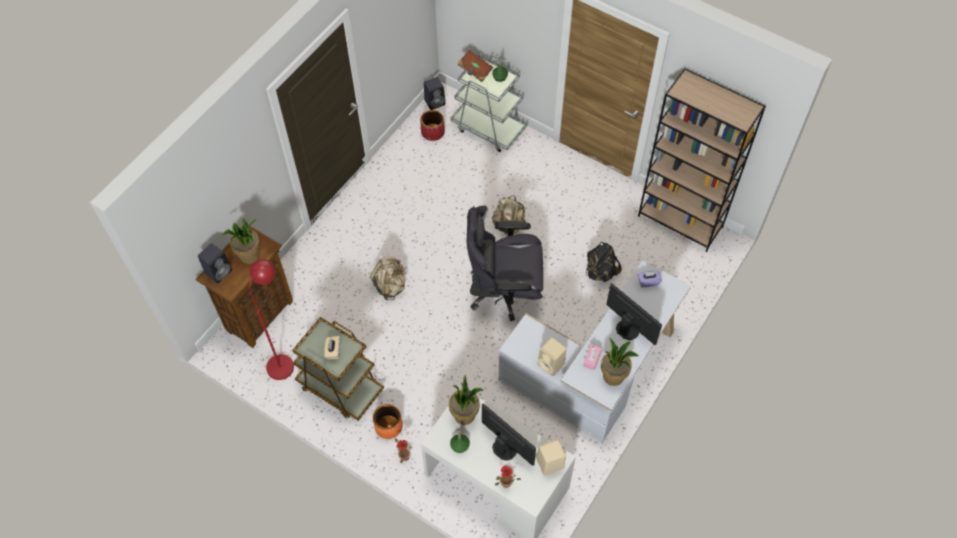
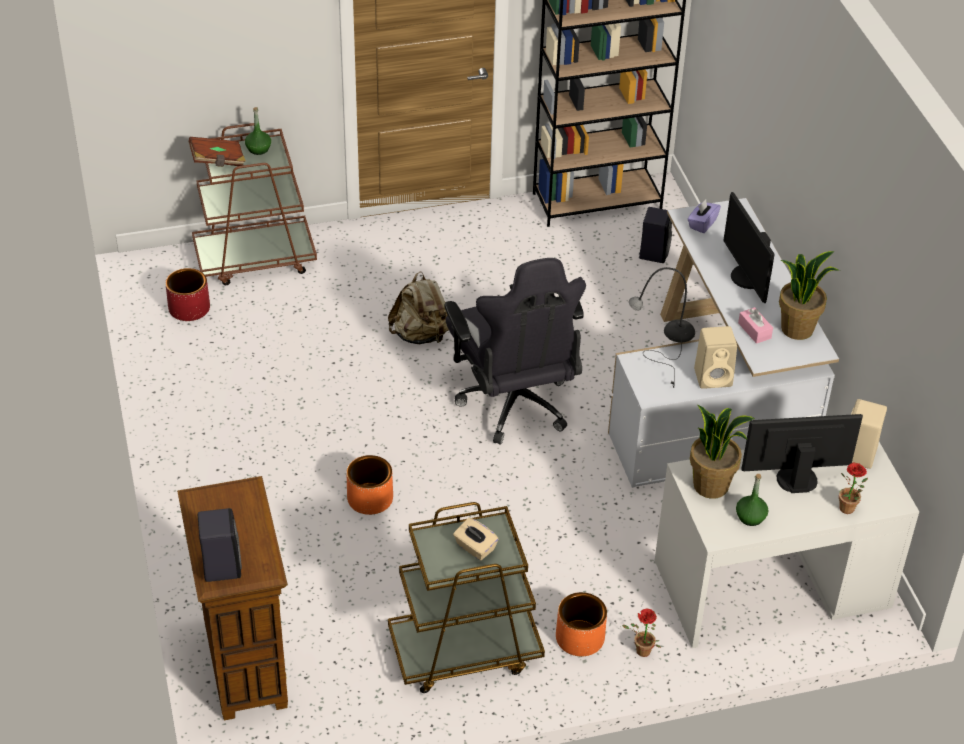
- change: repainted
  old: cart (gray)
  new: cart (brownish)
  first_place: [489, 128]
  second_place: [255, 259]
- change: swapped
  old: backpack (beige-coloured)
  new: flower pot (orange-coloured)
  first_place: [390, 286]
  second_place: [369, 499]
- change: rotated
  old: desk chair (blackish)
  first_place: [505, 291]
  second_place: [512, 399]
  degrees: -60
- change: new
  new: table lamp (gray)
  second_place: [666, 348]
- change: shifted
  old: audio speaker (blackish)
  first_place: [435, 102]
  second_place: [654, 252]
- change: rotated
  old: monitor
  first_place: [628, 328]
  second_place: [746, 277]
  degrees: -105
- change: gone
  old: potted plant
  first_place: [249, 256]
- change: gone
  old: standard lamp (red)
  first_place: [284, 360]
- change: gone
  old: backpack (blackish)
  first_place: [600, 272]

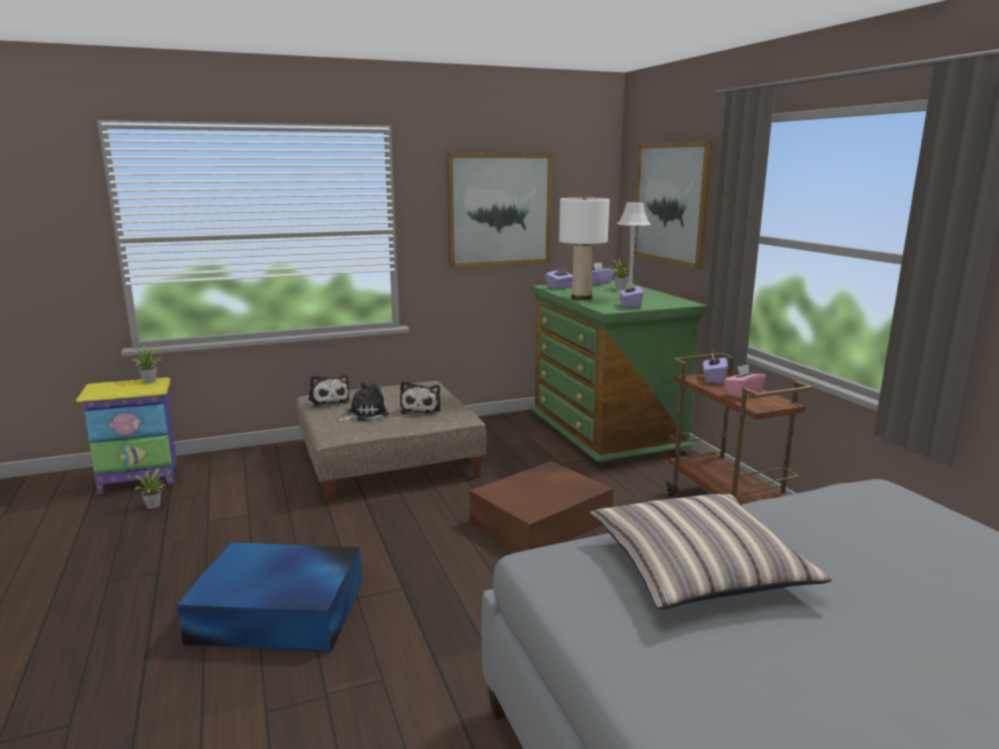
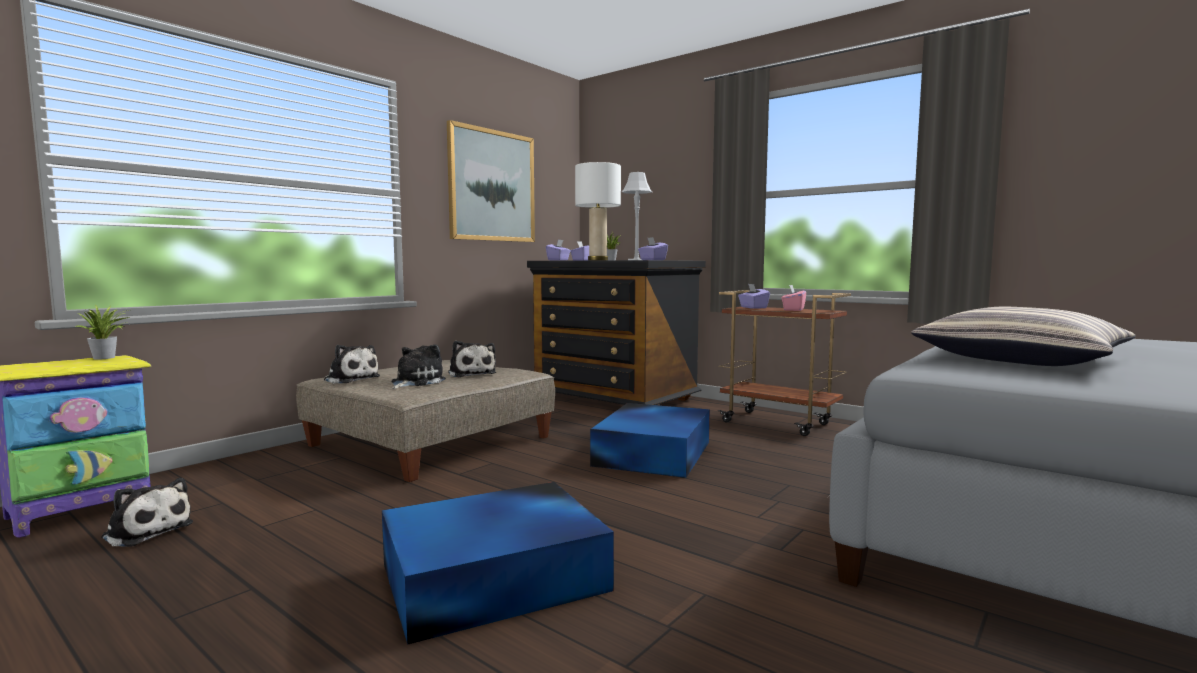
- change: swapped
  old: potted plant
  new: plush toy
  first_place: [153, 506]
  second_place: [146, 530]
- change: repainted
  old: chest of drawers (green)
  new: chest of drawers (blackish)
  first_place: [607, 435]
  second_place: [615, 397]
- change: repainted
  old: storage container (brownish)
  new: storage container (blue-coloured)
  first_place: [542, 520]
  second_place: [654, 453]
- change: gone
  old: picture
  first_place: [671, 203]

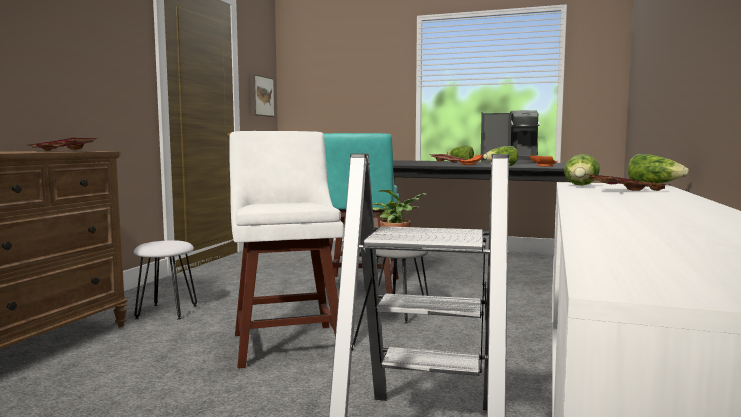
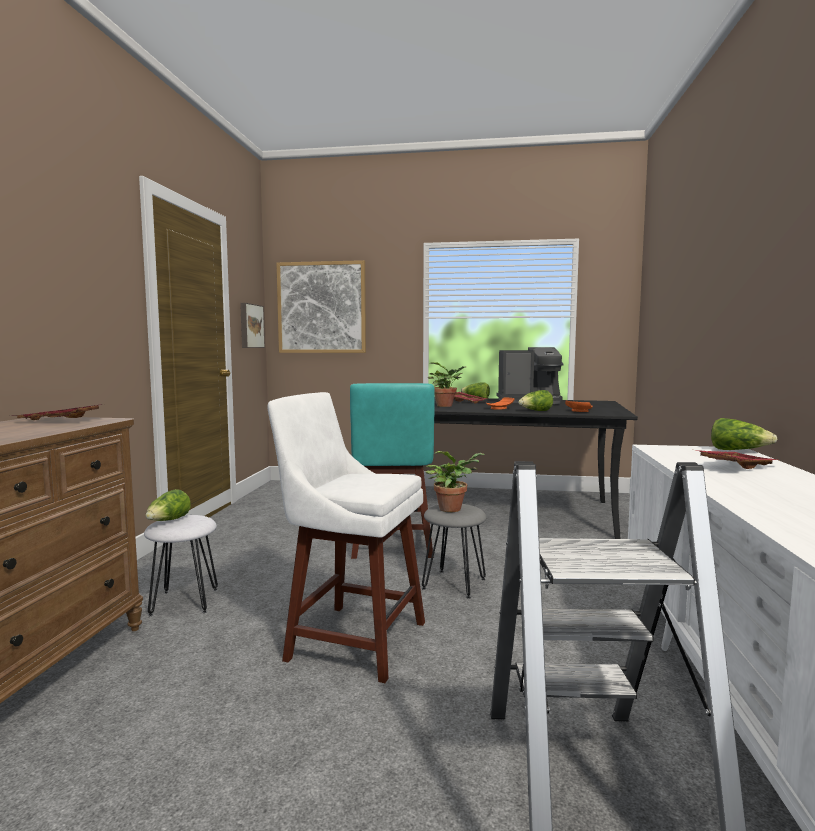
- change: shifted
  old: head of lettuce
  first_place: [581, 186]
  second_place: [168, 521]
- change: rotated
  old: chair (white-coloured)
  first_place: [287, 342]
  second_place: [351, 638]
  degrees: -45
- change: new
  new: picture
  second_place: [321, 307]
- change: new
  new: potted plant
  second_place: [446, 406]

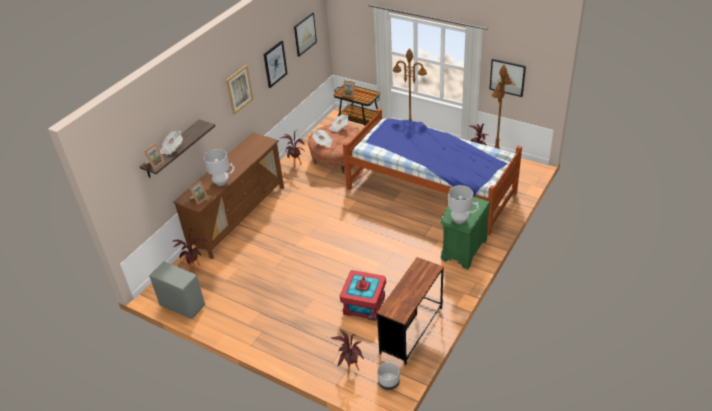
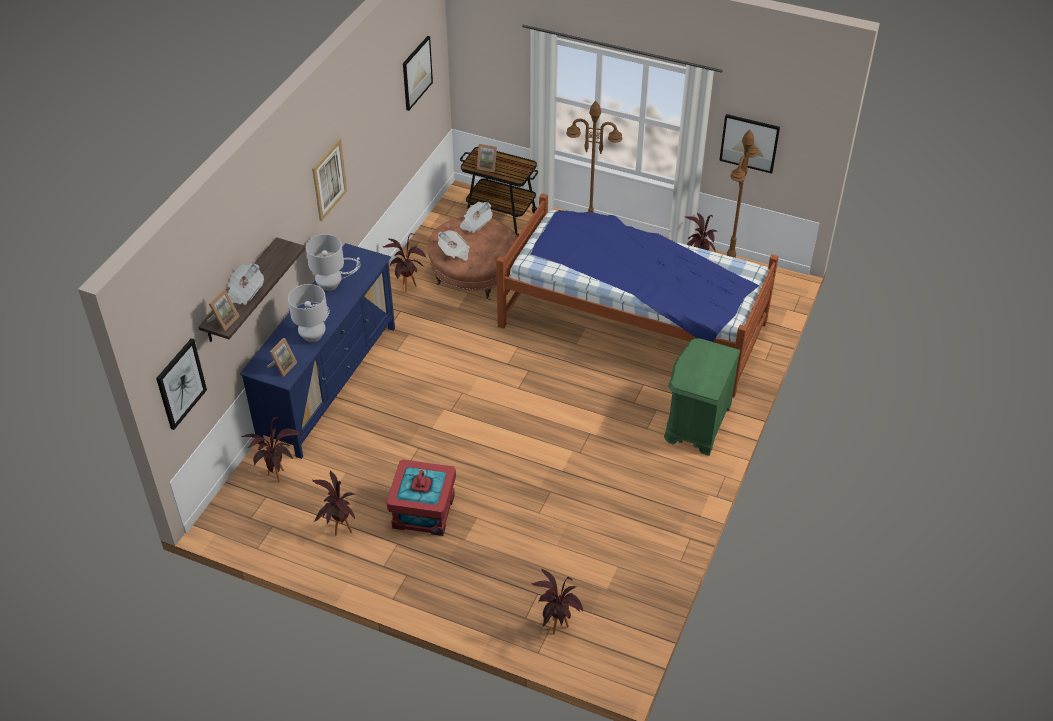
- change: shifted
  old: picture
  first_place: [275, 64]
  second_place: [180, 383]
- change: repainted
  old: chest of drawers (brownish)
  new: chest of drawers (blue-coloured)
  first_place: [238, 217]
  second_place: [329, 384]
- change: shifted
  old: table lamp (gray)
  first_place: [463, 215]
  second_place: [336, 277]
- change: new
  new: potted plant
  second_place: [339, 533]
- change: shifted
  old: storage container (red)
  first_place: [364, 305]
  second_place: [424, 511]
- change: gone
  old: bedside table (gray)
  first_place: [183, 306]
- change: gone
  old: desk (brownish)
  first_place: [411, 330]
- change: gone
  old: flower pot (gray)
  first_place: [388, 383]

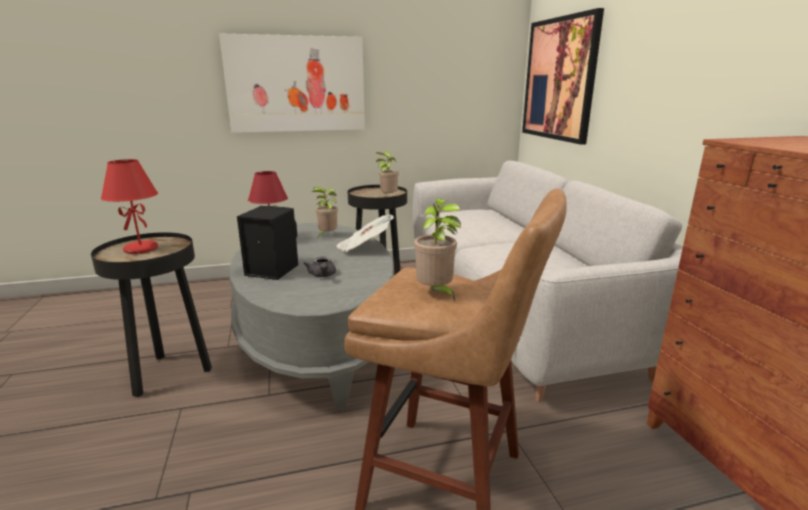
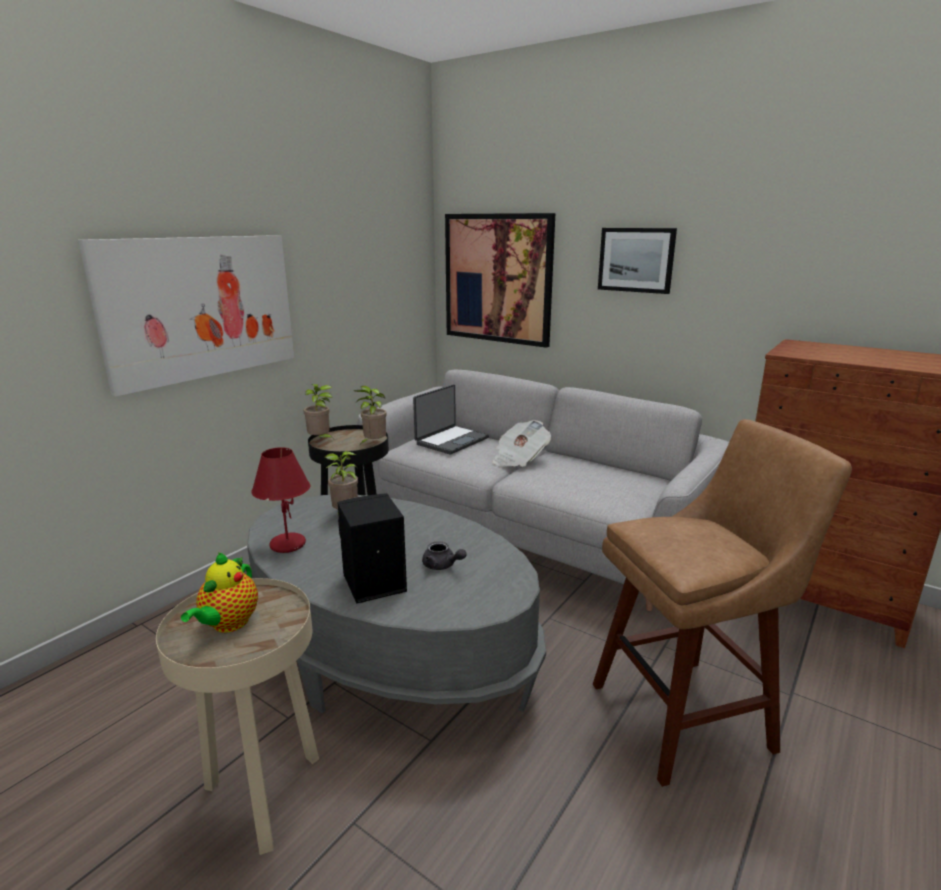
- change: repainted
  old: accent table (blackish)
  new: accent table (beige-coloured)
  first_place: [170, 374]
  second_place: [265, 796]
- change: swapped
  old: table lamp (red)
  new: pot for tea
  first_place: [141, 249]
  second_place: [228, 624]
- change: shifted
  old: potted plant
  first_place: [436, 294]
  second_place: [320, 440]
- change: new
  new: notebook computer
  second_place: [451, 441]
- change: shifted
  old: printed paper
  first_place: [364, 248]
  second_place: [519, 459]
- change: new
  new: picture
  second_place: [636, 260]

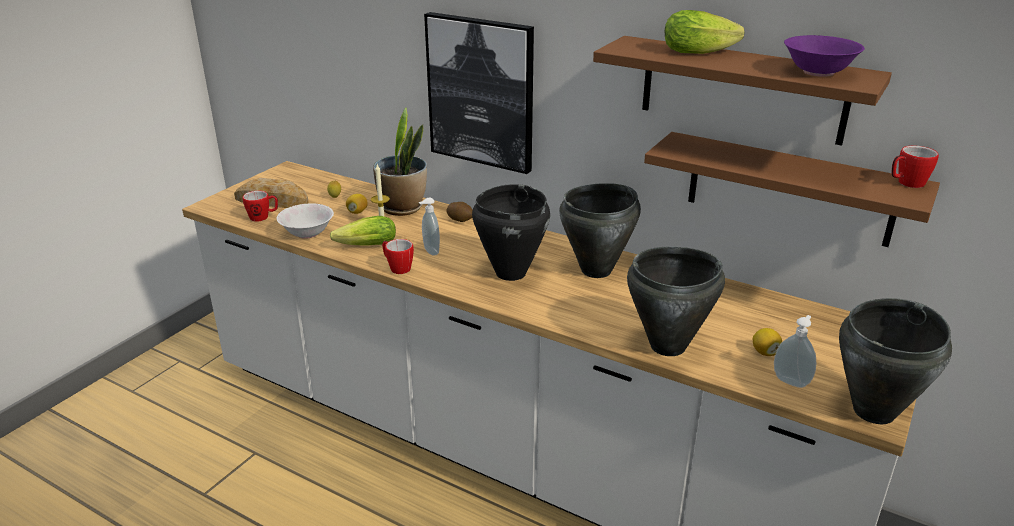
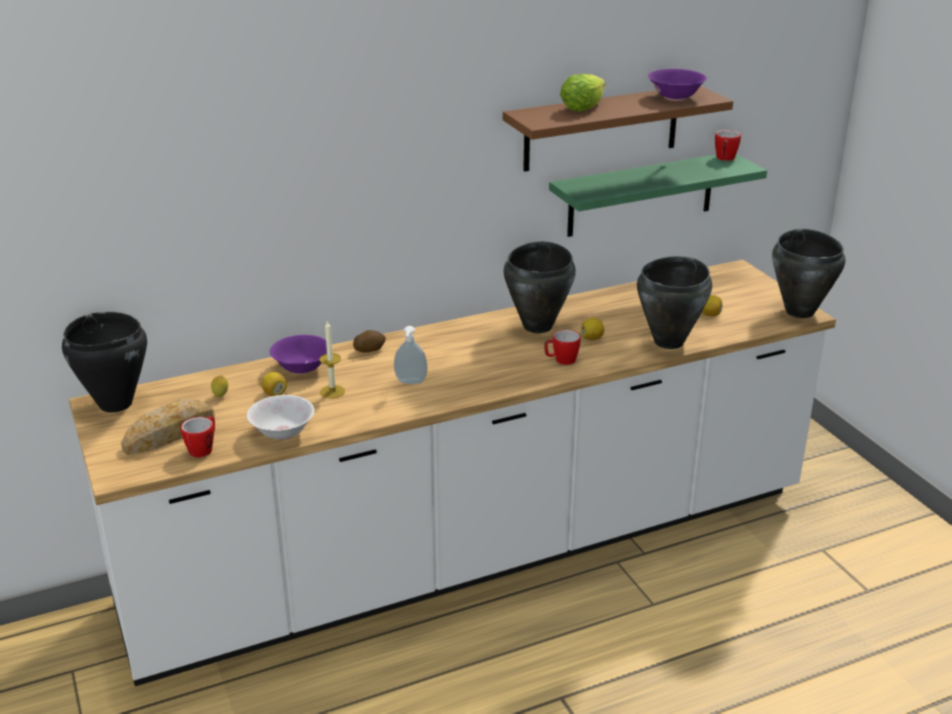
- change: shifted
  old: cooking pot (blackish)
  first_place: [510, 273]
  second_place: [115, 404]
- change: swapped
  old: potted plant
  new: deep dish (purple)
  first_place: [402, 207]
  second_place: [301, 368]
- change: shifted
  old: mug
  first_place: [397, 268]
  second_place: [561, 361]
- change: repainted
  old: wall shelf (brownish)
  new: wall shelf (green)
  first_place: [789, 189]
  second_place: [641, 194]
- change: new
  new: whole lemon
  second_place: [592, 338]
- change: gone
  old: head of lettuce
  first_place: [364, 246]
- change: gone
  old: picture
  first_place: [481, 92]
- change: gone
  old: soap dispenser
  first_place: [791, 381]

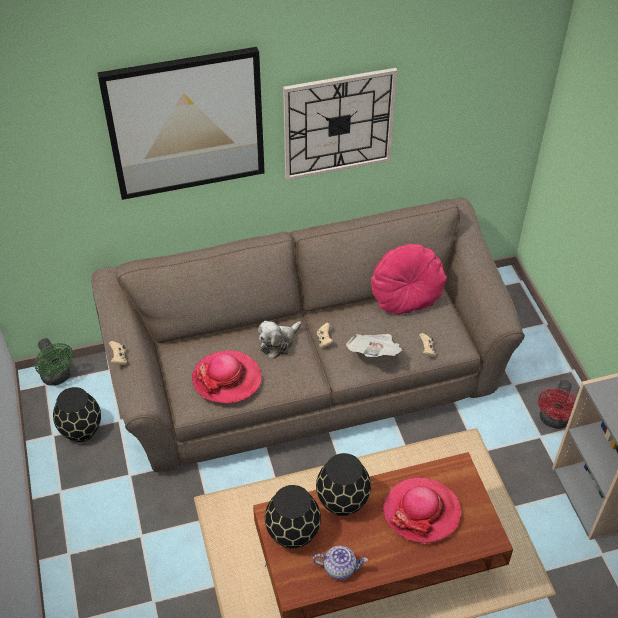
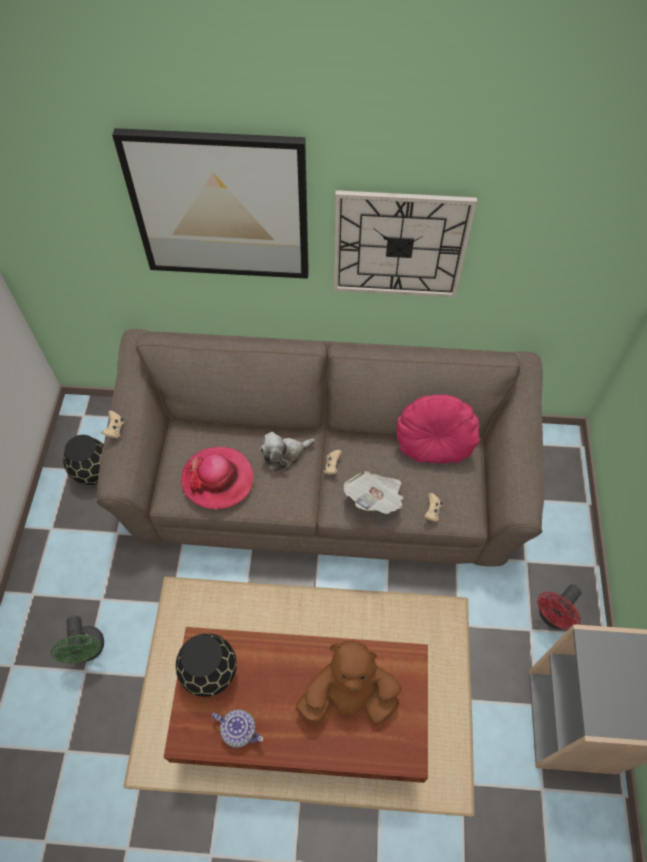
- change: shifted
  old: electric fan (green)
  first_place: [58, 377]
  second_place: [88, 650]
- change: swapped
  old: clothing hat
  new: plush toy (brownish)
  first_place: [422, 512]
  second_place: [349, 697]
- change: gone
  old: decorative vase (blackish)
  first_place: [343, 501]

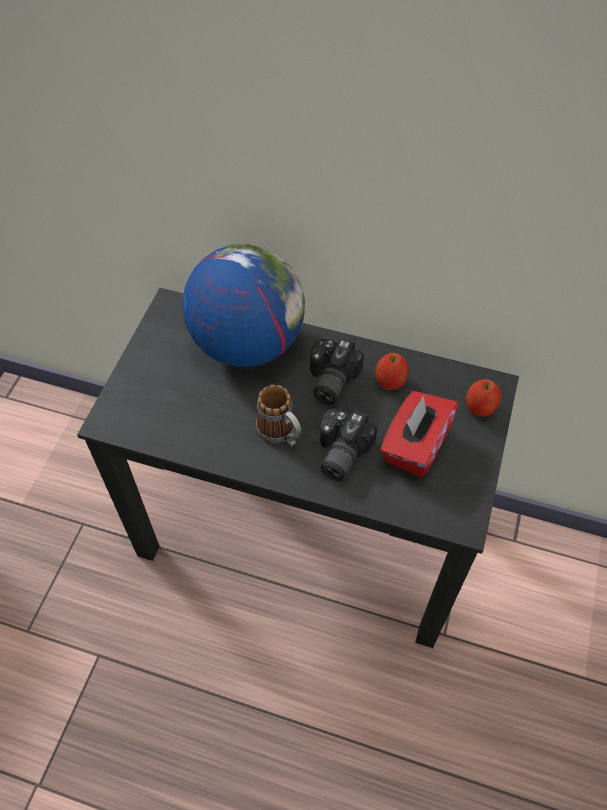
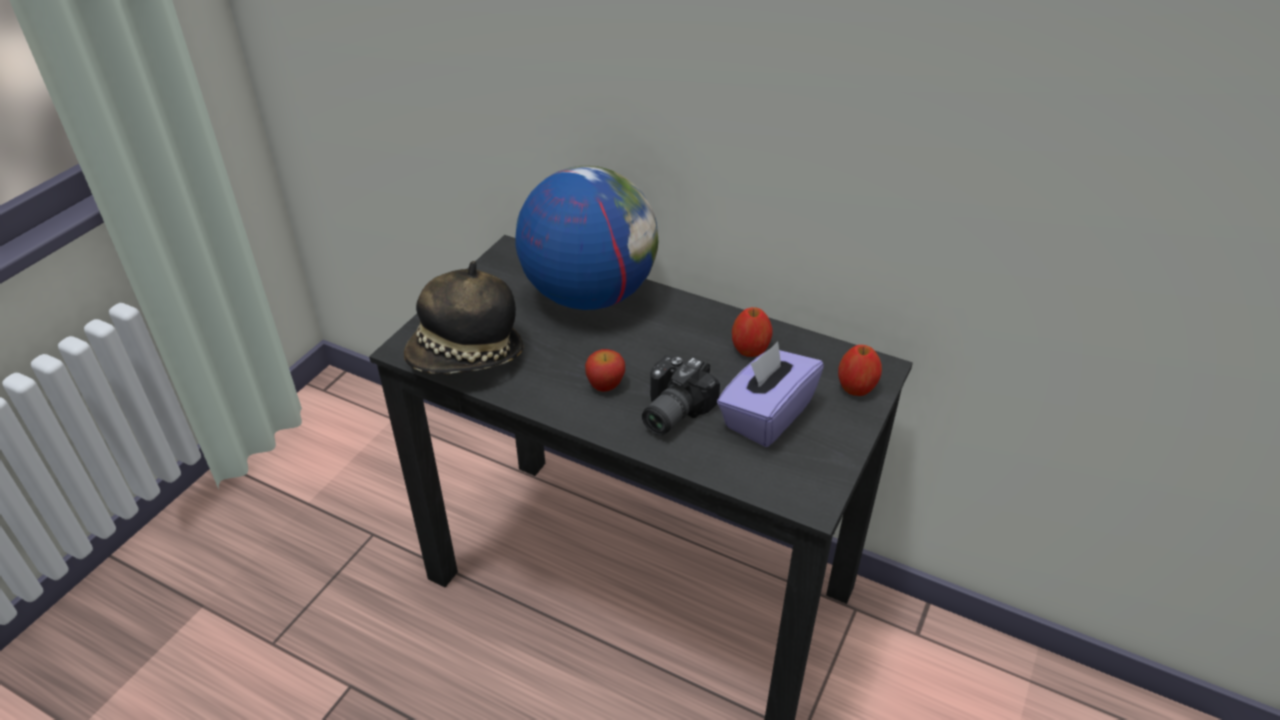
- change: new
  new: clothing hat
  second_place: [466, 357]
- change: swapped
  old: mug
  new: whole apple
  first_place: [281, 434]
  second_place: [605, 384]
- change: repainted
  old: tissue box (red)
  new: tissue box (purple)
  first_place: [415, 446]
  second_place: [766, 415]
- change: gone
  old: still camera
  first_place: [328, 380]

